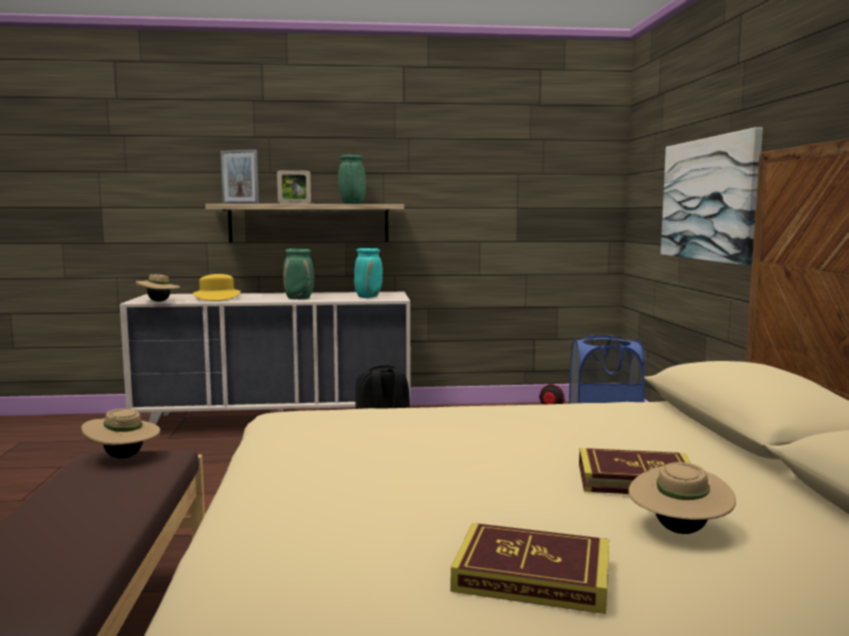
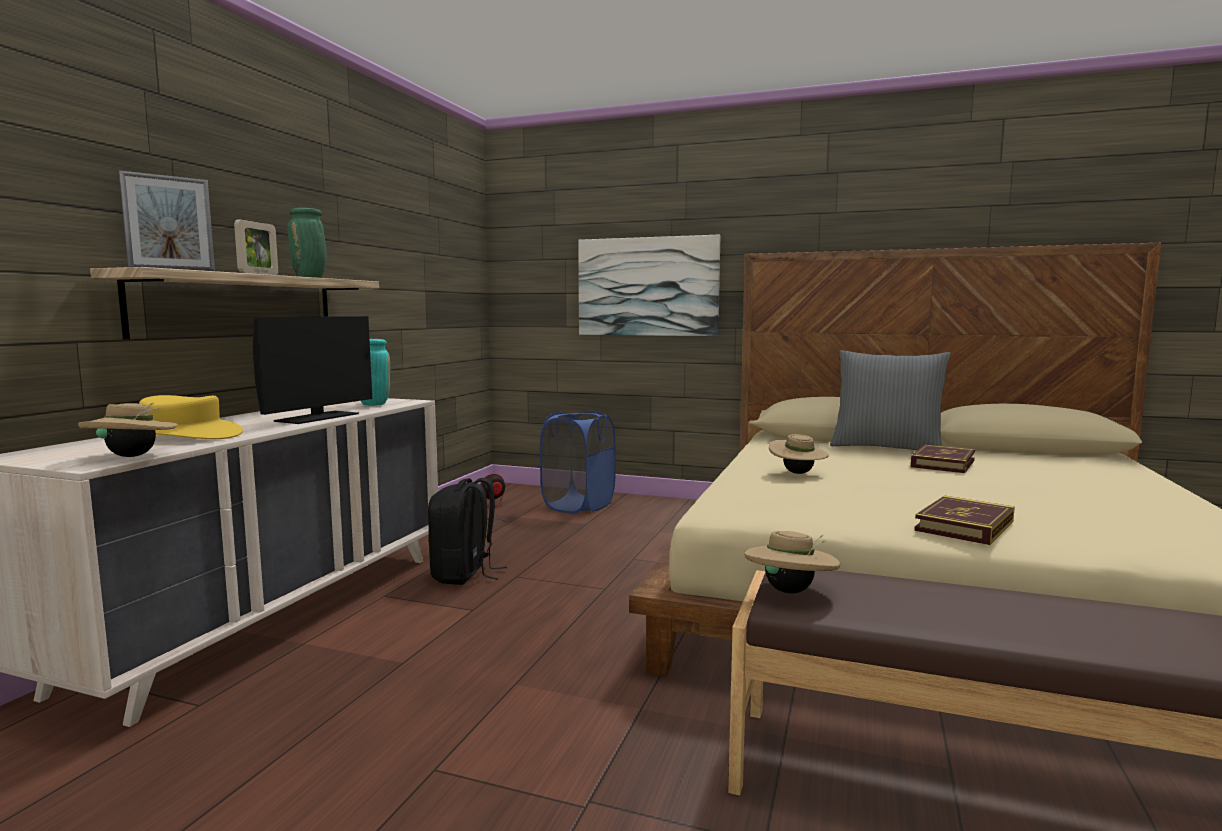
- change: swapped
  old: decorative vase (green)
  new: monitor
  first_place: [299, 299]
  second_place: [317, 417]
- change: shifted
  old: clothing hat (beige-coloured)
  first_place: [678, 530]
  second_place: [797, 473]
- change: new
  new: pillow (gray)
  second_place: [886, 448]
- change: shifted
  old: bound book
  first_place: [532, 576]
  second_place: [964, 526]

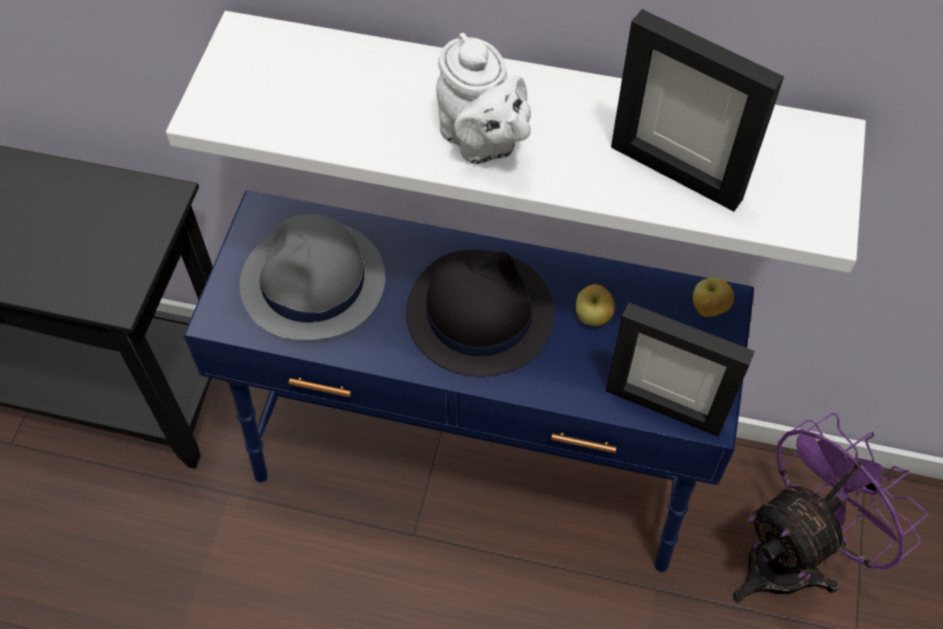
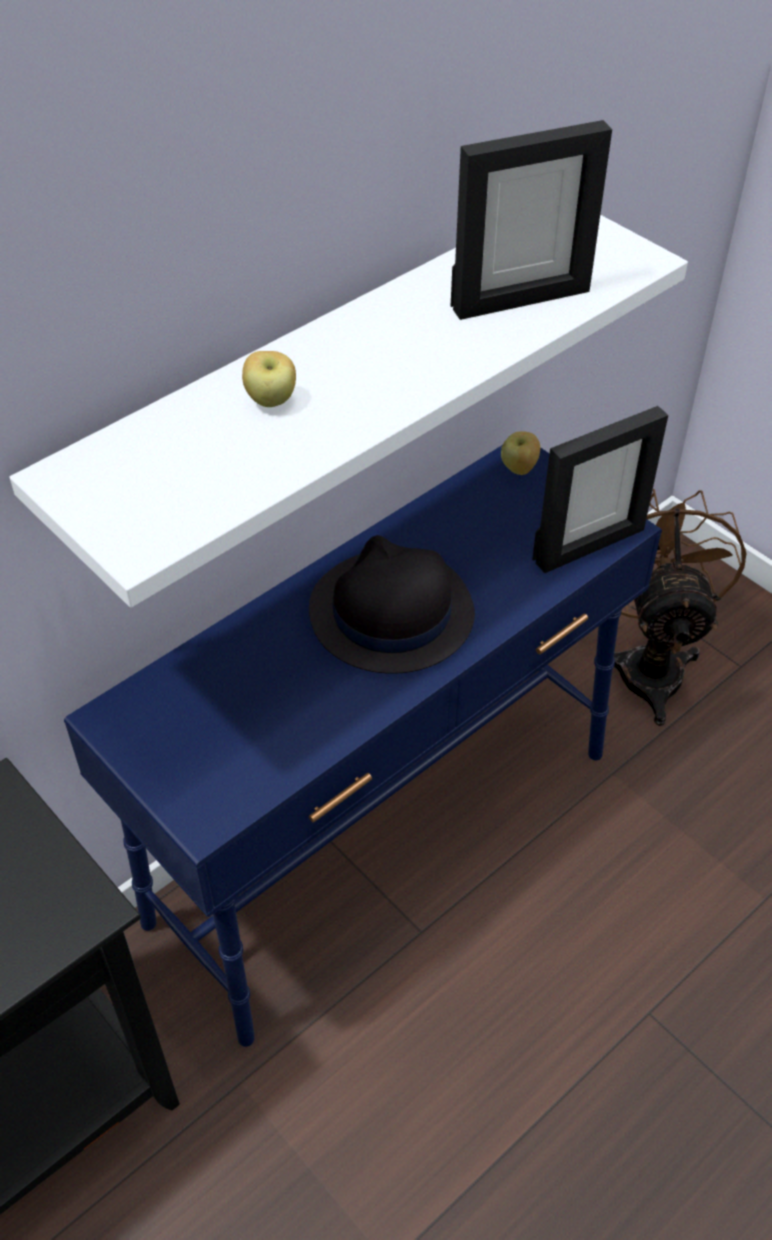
- change: shifted
  old: whole apple
  first_place: [593, 317]
  second_place: [271, 401]
- change: repainted
  old: electric fan (purple)
  new: electric fan (brownish)
  first_place: [792, 555]
  second_place: [648, 663]
- change: gone
  old: clothing hat (gray)
  first_place: [314, 283]
- change: gone
  old: pot for tea (white-coloured)
  first_place: [481, 142]

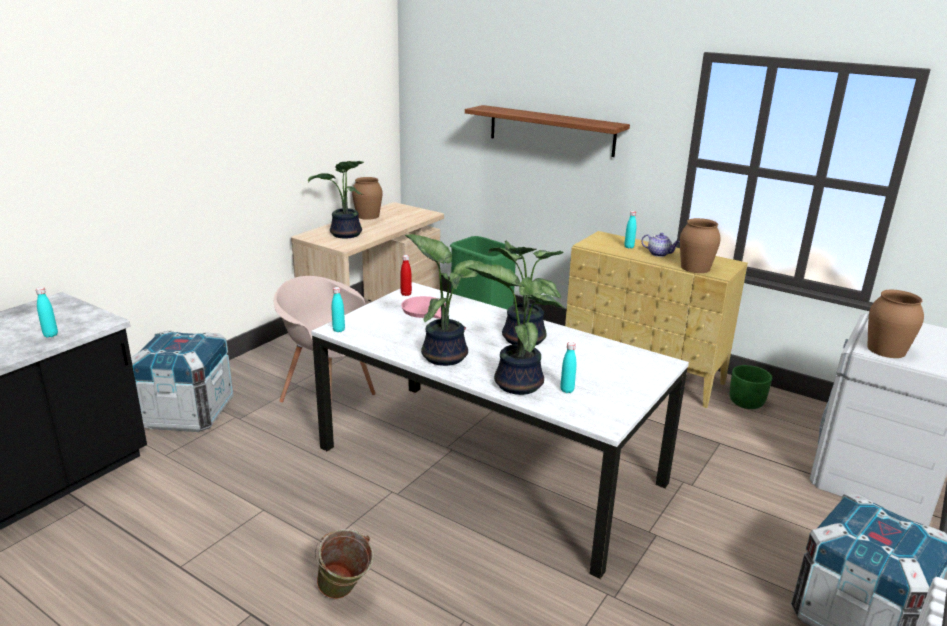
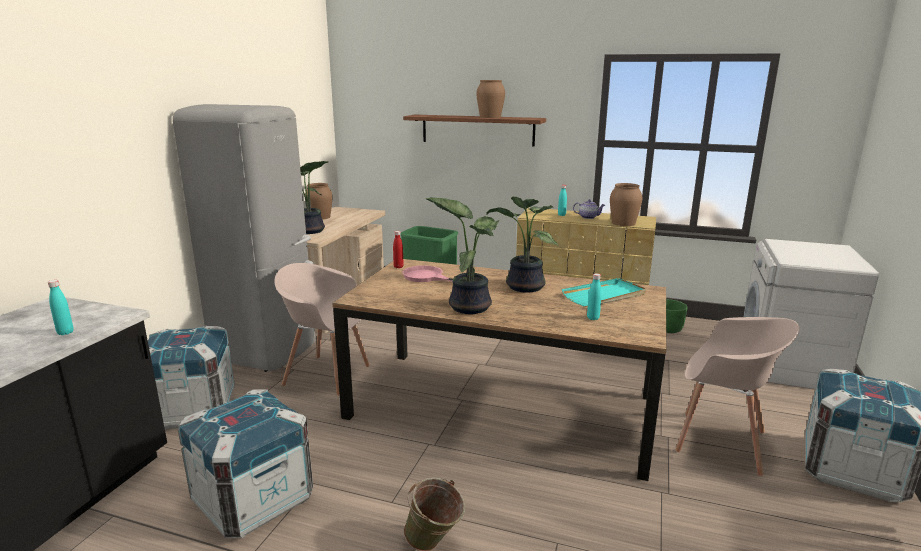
- change: new
  new: fridge (gray)
  second_place: [268, 350]
- change: new
  new: packing crate
  second_place: [253, 500]
- change: repainted
  old: dining table (white-coloured)
  new: dining table (brownish)
  first_place: [488, 465]
  second_place: [500, 407]
- change: shifted
  old: decorative vase (brownish)
  first_place: [886, 350]
  second_place: [490, 117]
- change: new
  new: tray (turquoise)
  second_place: [604, 295]
- change: new
  new: chair (beige-coloured)
  second_place: [722, 443]
- change: gone
  old: bottle (turquoise)
  first_place: [338, 330]
- change: gone
  old: potted plant
  first_place: [516, 383]

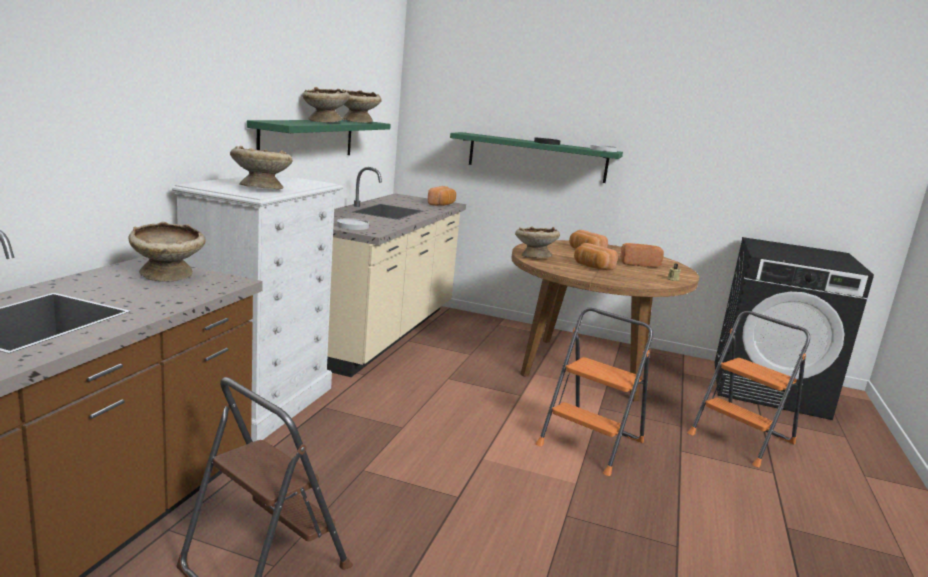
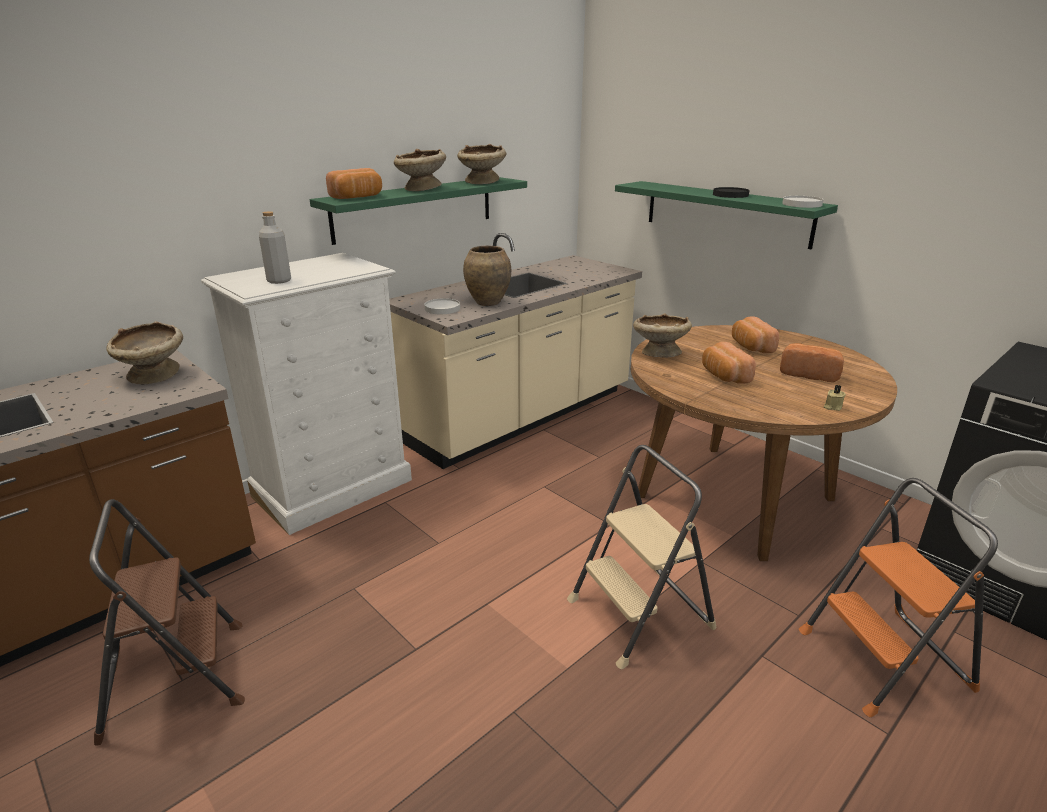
- change: swapped
  old: deep dish (beige-coloured)
  new: bottle (gray)
  first_place: [260, 188]
  second_place: [279, 281]
- change: shifted
  old: bread
  first_place: [442, 205]
  second_place: [358, 198]
- change: new
  new: decorative vase (brownish)
  second_place: [487, 303]
- change: repainted
  old: step stool (orange-coloured)
  new: step stool (beige-coloured)
  first_place: [593, 442]
  second_place: [645, 612]

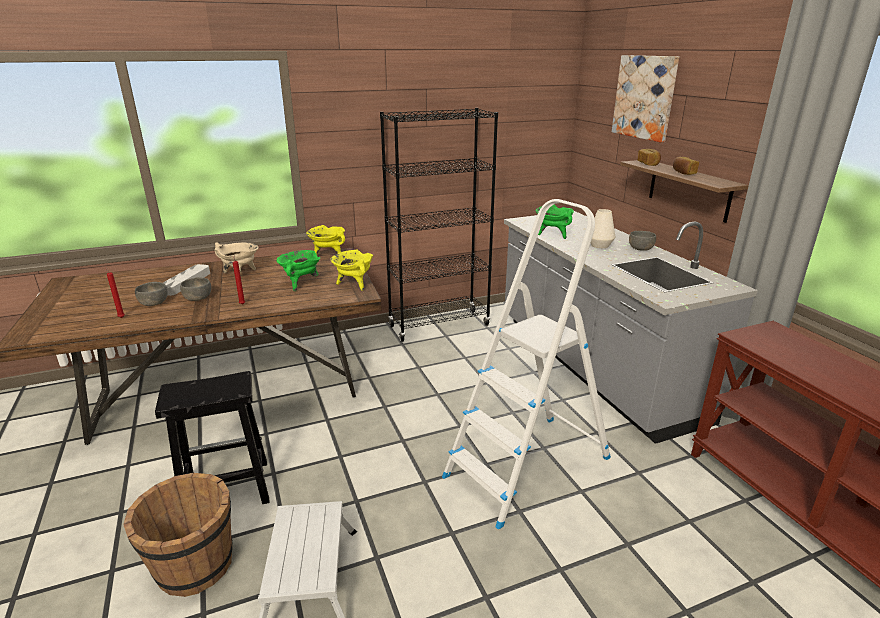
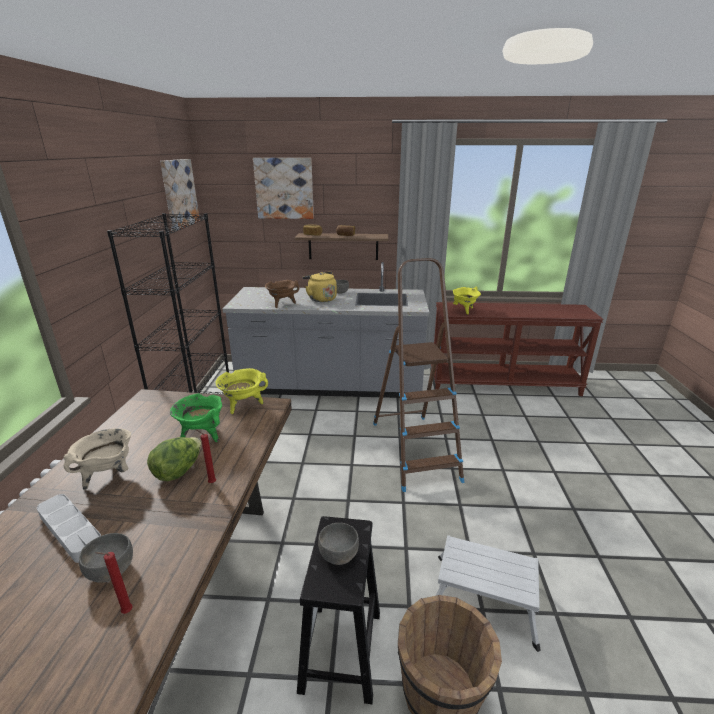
- change: new
  new: head of lettuce
  second_place: [179, 471]
- change: new
  new: picture
  second_place: [179, 193]
- change: repainted
  old: cooking pot (green)
  new: cooking pot (brownish)
  first_place: [552, 235]
  second_place: [282, 304]
- change: swapped
  old: decorative vase (white-coloured)
  new: kettle (yellow)
  first_place: [600, 245]
  second_place: [321, 299]
- change: shifted
  old: deep dish (gray)
  first_place: [198, 298]
  second_place: [338, 554]
- change: repainted
  old: step stool (white-coloured)
  new: step stool (brownish)
  first_place: [527, 467]
  second_place: [414, 450]
- change: shifted
  old: cooking pot (yellow)
  first_place: [328, 255]
  second_place: [464, 310]

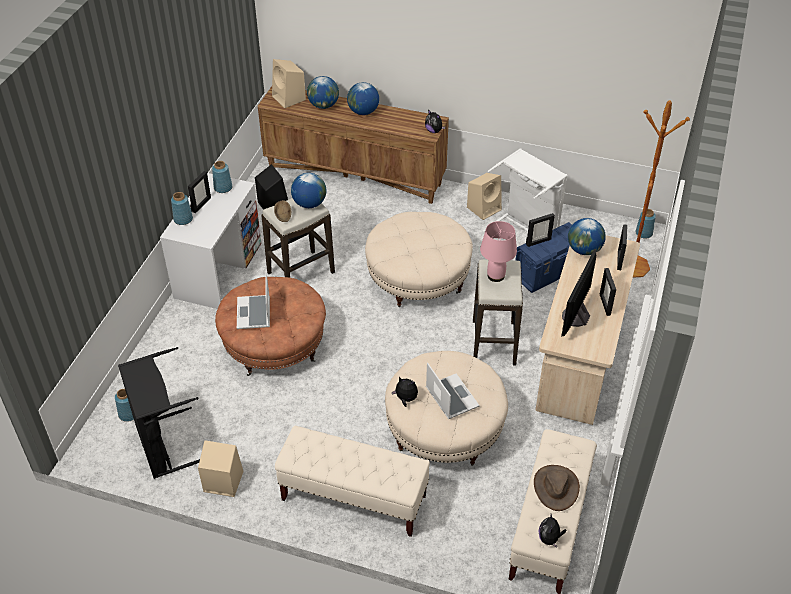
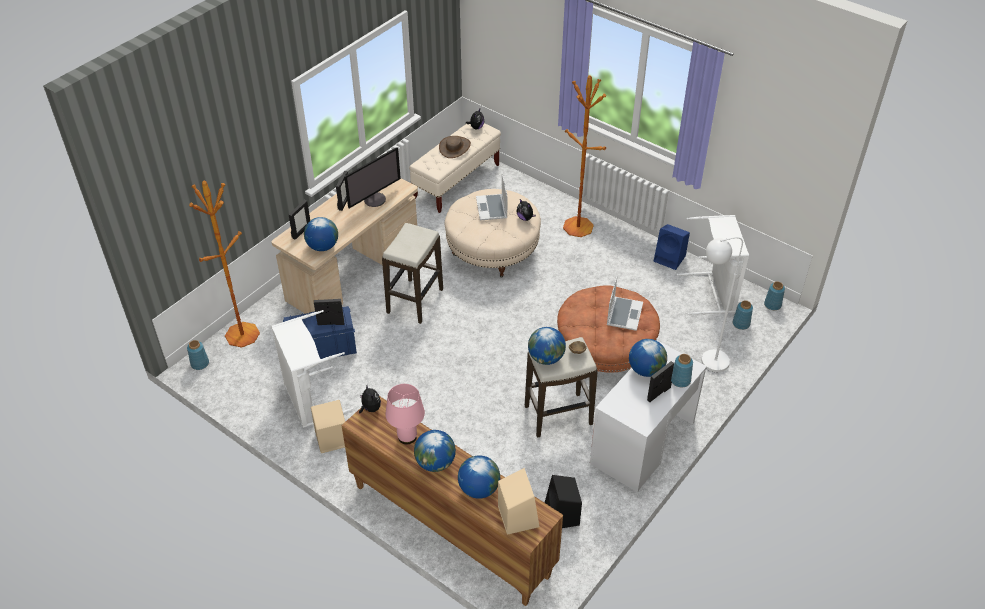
- change: shifted
  old: table lamp (pink-coloured)
  first_place: [495, 276]
  second_place: [407, 436]
- change: swapped
  old: long seat (beige-coloured)
  new: clothes rack (orange-coloured)
  first_place: [353, 498]
  second_place: [578, 227]
- change: new
  new: globe
  second_place: [646, 370]
- change: repainted
  old: audio speaker (beige-coloured)
  new: audio speaker (blue-coloured)
  first_place: [222, 481]
  second_place: [670, 259]
- change: repainted
  old: washing basket (blackish)
  new: washing basket (white-coloured)
  first_place: [163, 445]
  second_place: [713, 293]
- change: new
  new: standard lamp (white-coloured)
  second_place: [707, 364]
- change: shifted
  old: decorative vase (blue-coloured)
  first_place: [222, 187]
  second_place: [772, 305]
- change: gone
  old: pouffe (beige-coloured)
  first_place: [418, 279]

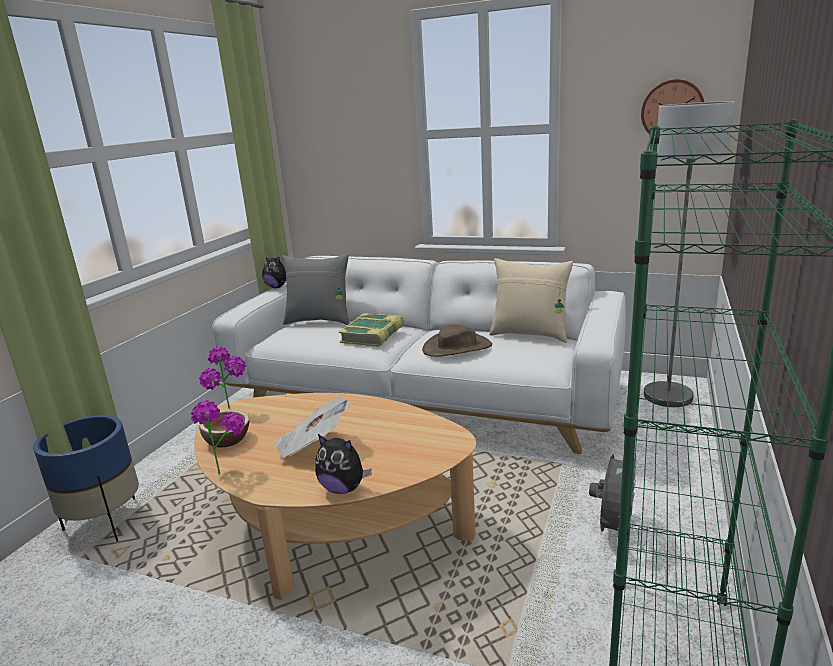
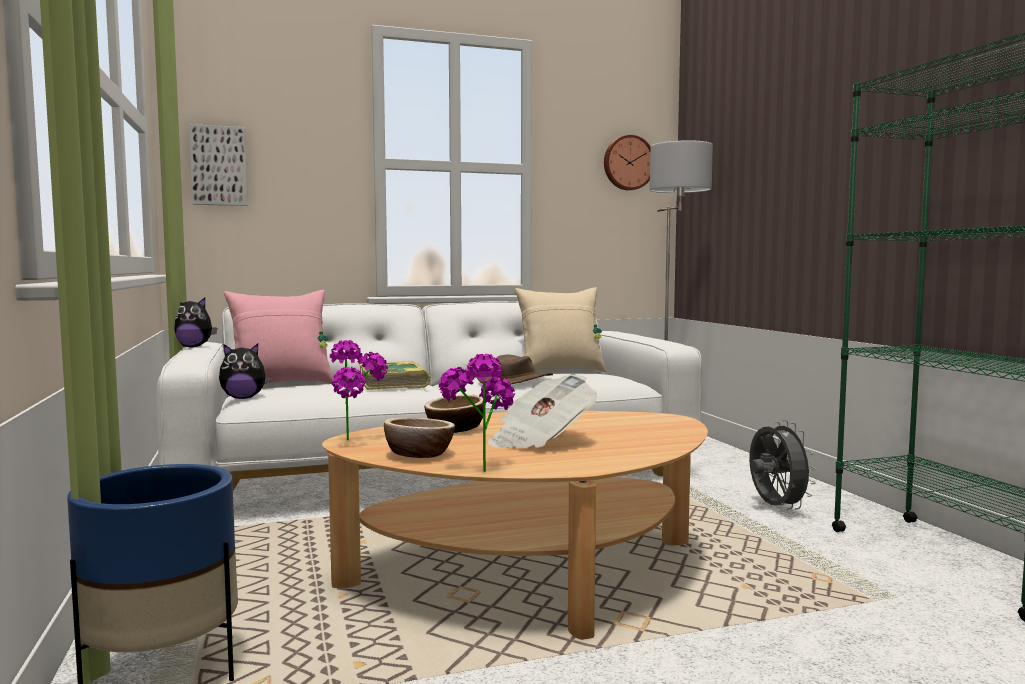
- change: new
  new: picture
  second_place: [219, 166]
- change: shifted
  old: plush toy
  first_place: [343, 488]
  second_place: [243, 398]
- change: repainted
  old: pillow (gray)
  new: pillow (pink-coloured)
  first_place: [319, 321]
  second_place: [281, 385]
- change: new
  new: deep dish
  second_place: [455, 429]

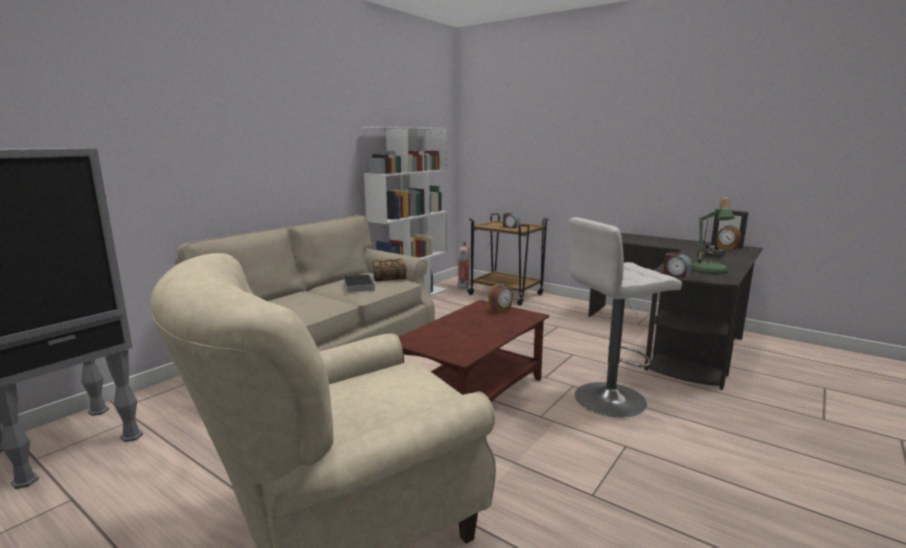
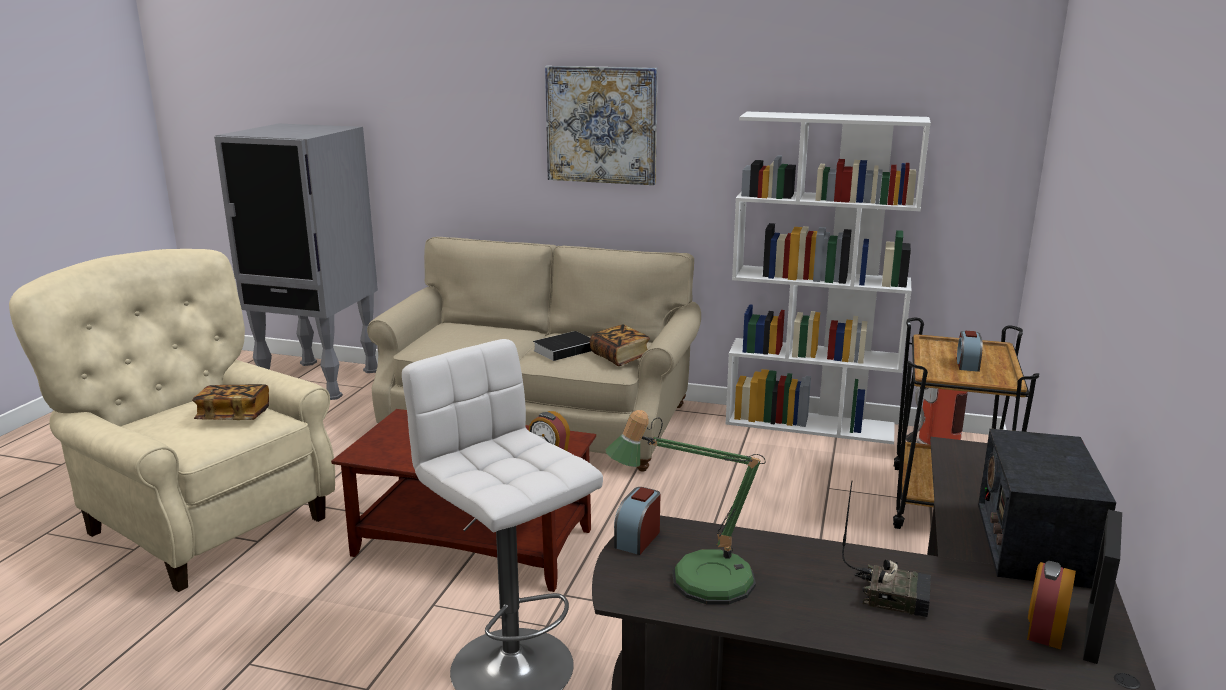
- change: new
  new: bound book
  second_place: [234, 416]
- change: new
  new: picture
  second_place: [601, 125]
- change: new
  new: radio receiver
  second_place: [1033, 543]

